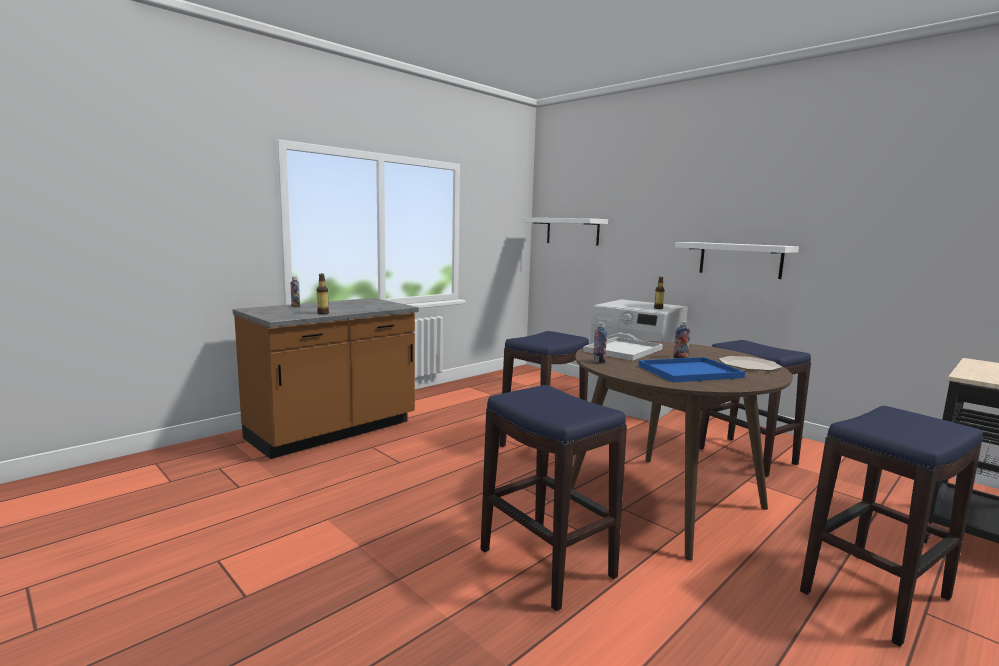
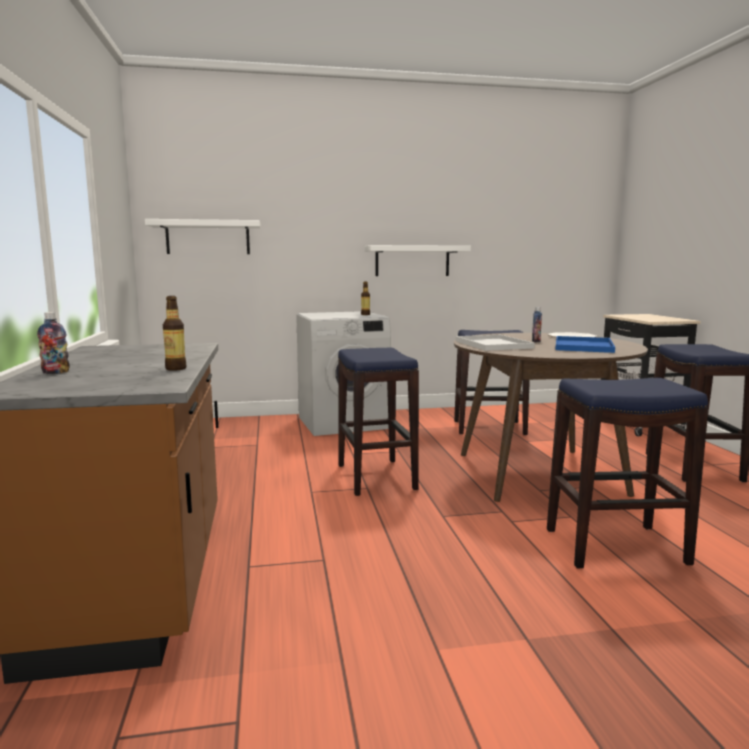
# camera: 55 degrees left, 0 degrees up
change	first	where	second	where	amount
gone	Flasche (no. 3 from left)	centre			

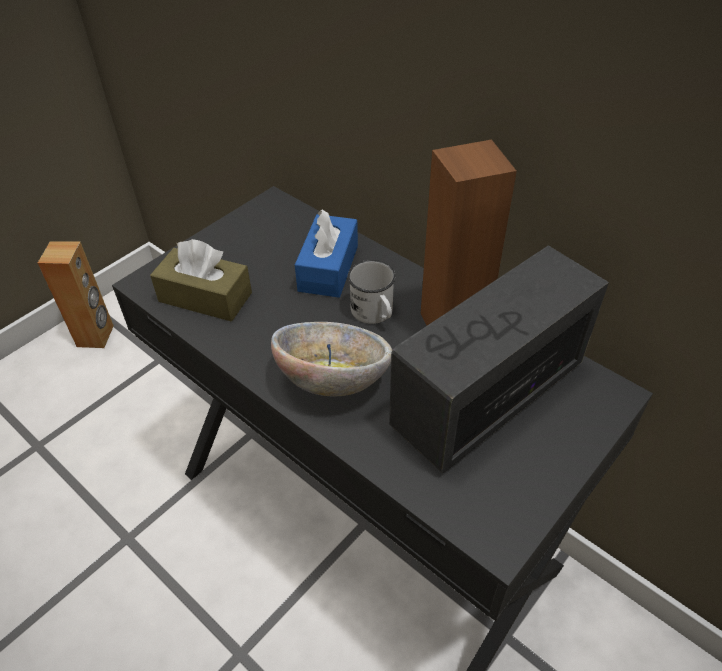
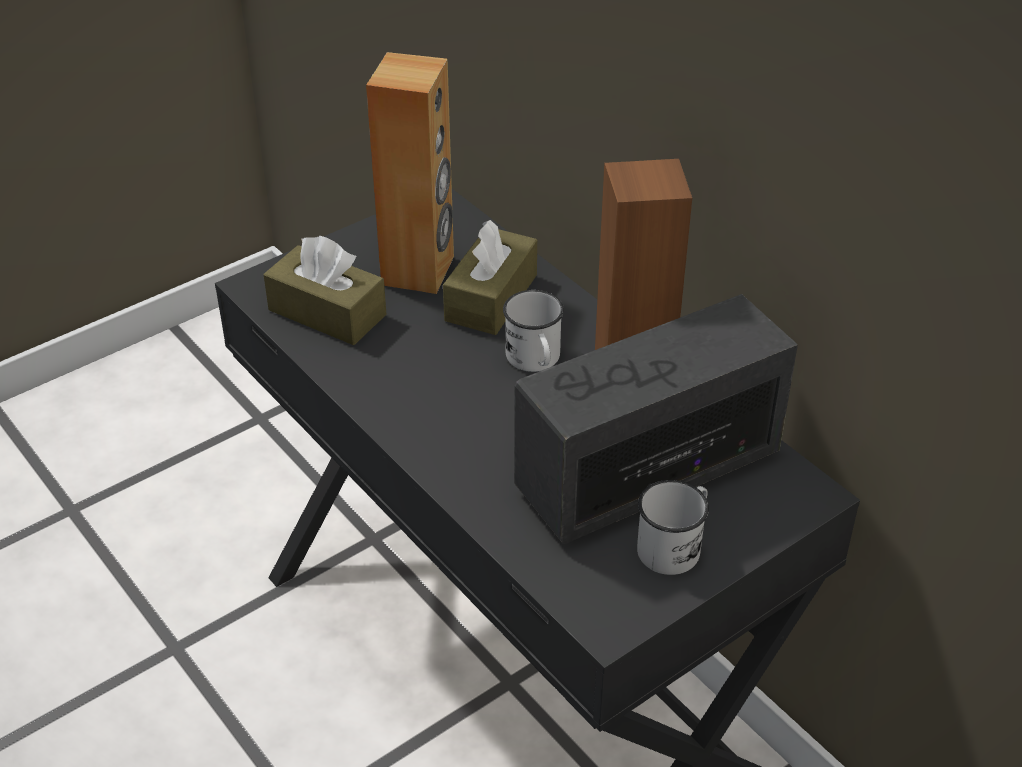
# camera: 10 degrees right, 5 degrees down
change	first	where	second	where	amount
gone	Schüssel	centre			
new			Henkelbecher (weiß) (no. 2 from left)	bottom centre	
shifted	Lautsprecher (braun) (no. 1 from left)	middle left		top centre	
repainted	Taschentuchbox (blau)	centre	Taschentuchbox (braun) (no. 2 from left)	centre	

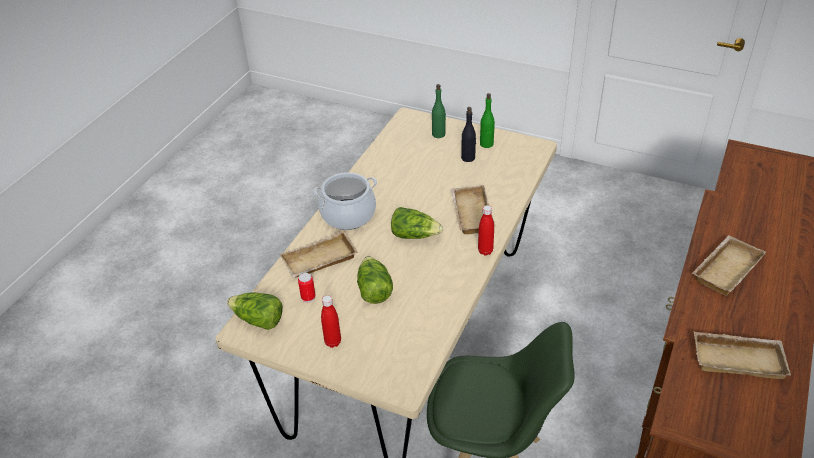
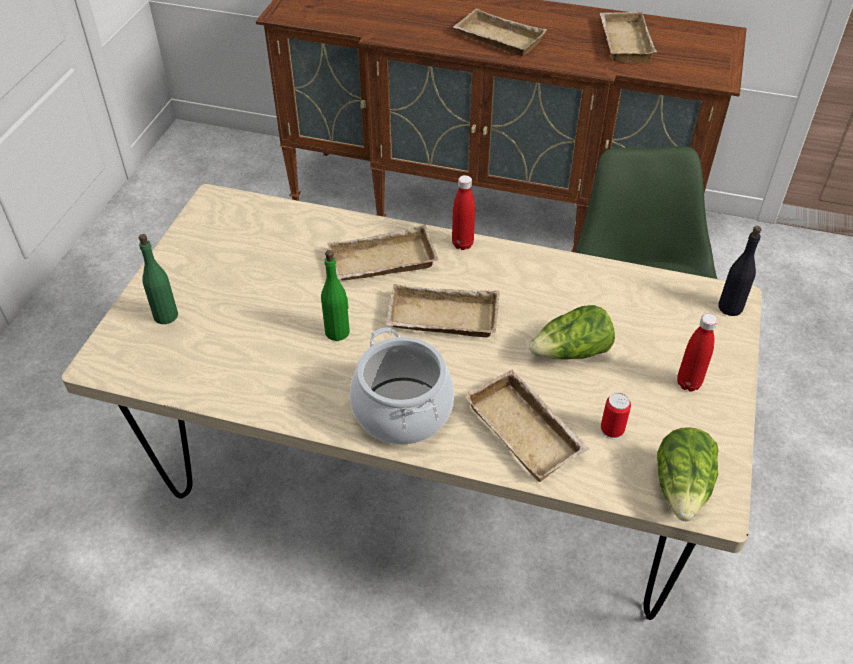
# camera: 100 degrees left, 5 degrees up
change	first	where	second	where	amount
shifted	Flasche (schwarz)	top centre		middle right	
shifted	Flasche (grün) (no. 2 from left)	top centre		centre	
swapped	Salatkopf (no. 3 from left)	centre	Tablett (beige) (no. 2 from left)	centre	

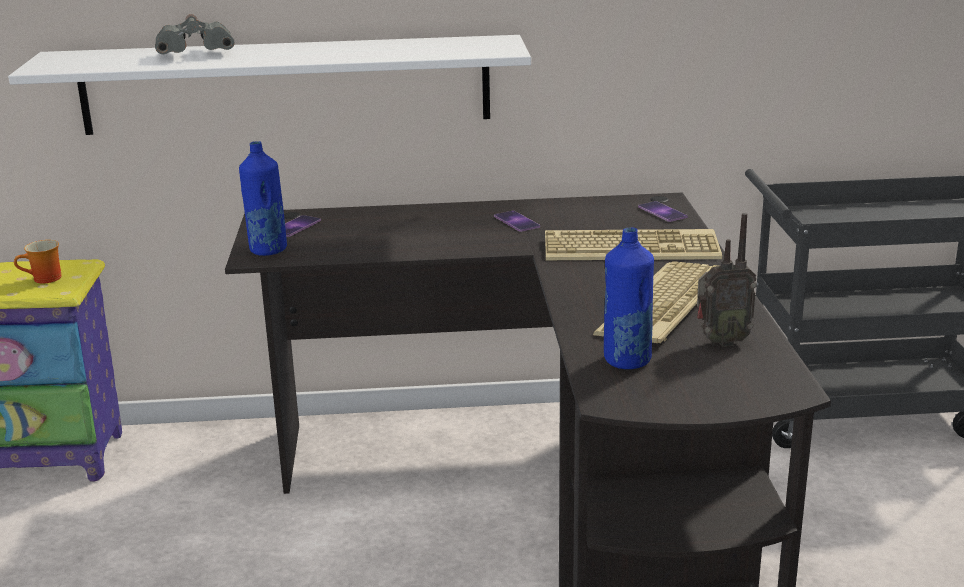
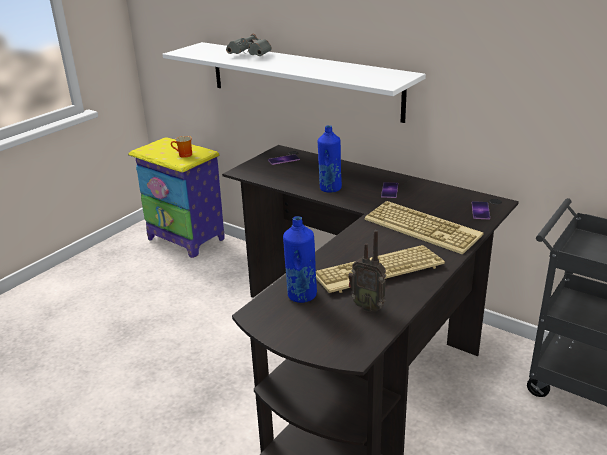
# camera: 40 degrees right, 5 degrees up
change	first	where	second	where	amount
shifted	Flasche (blau) (no. 1 from left in the first image)	middle left	Flasche (blau) (no. 2 from left)	centre	

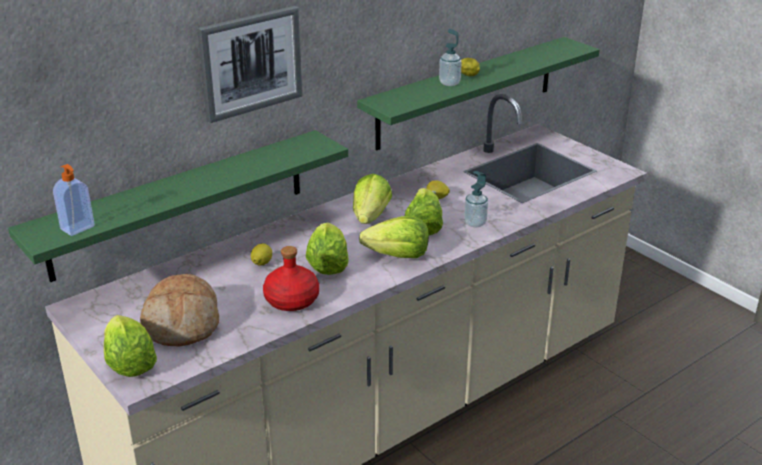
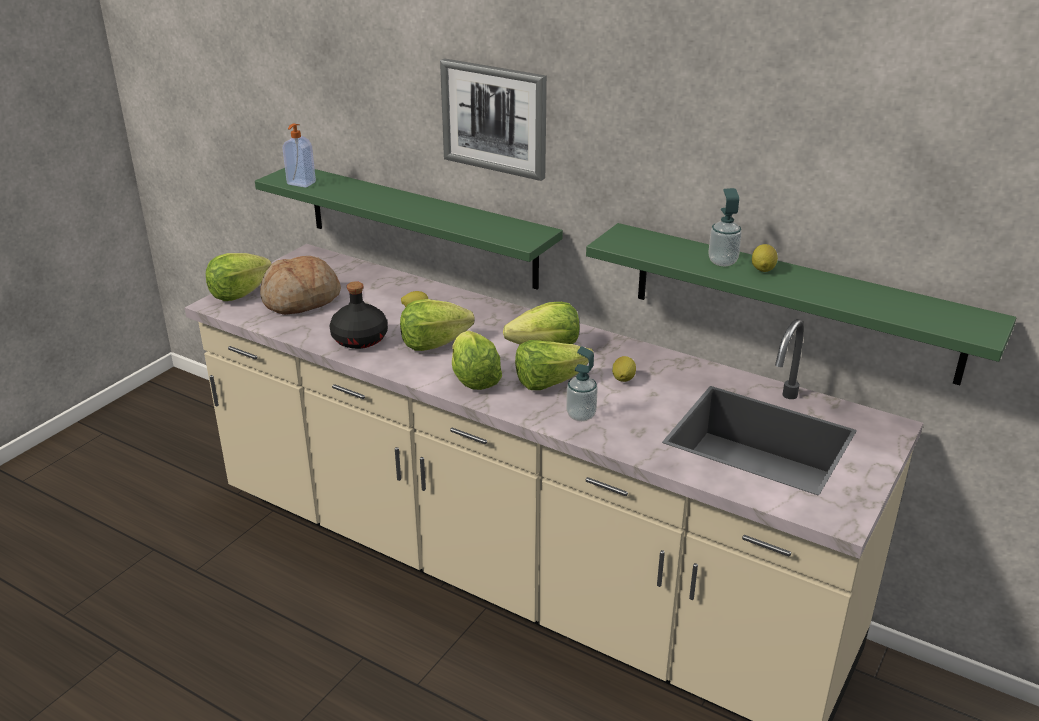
# camera: 70 degrees right, 0 degrees up
change	first	where	second	where	amount
repainted	Flasche (rot)	centre	Flasche (schwarz)	centre	

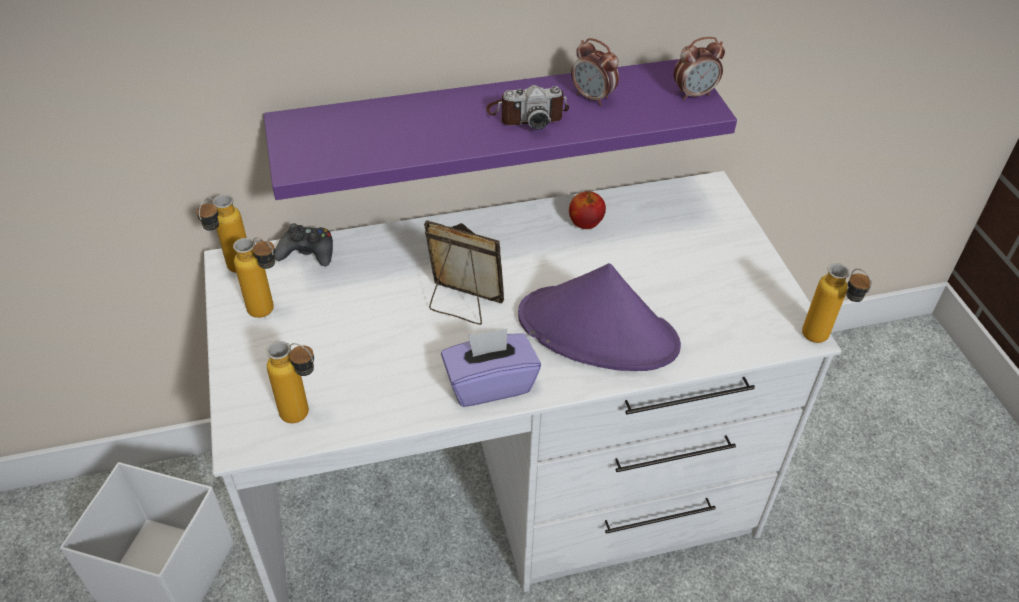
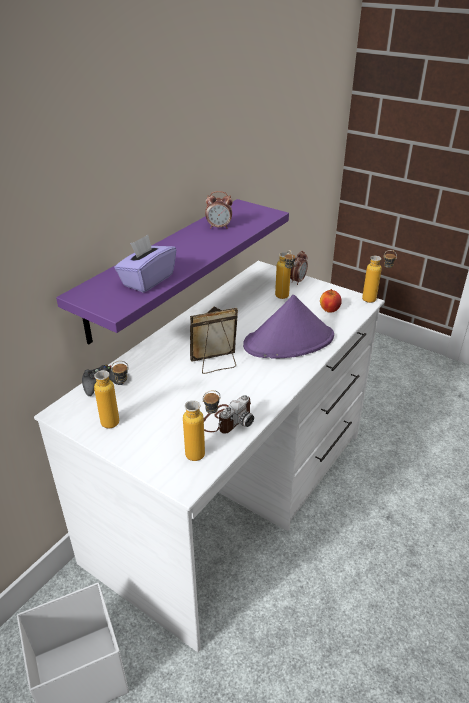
# camera: 40 degrees left, 10 degrees down
change	first	where	second	where	amount
shifted	Flasche (no. 1 from left in the first image)	middle left	Flasche (no. 3 from left)	centre	
shifted	Taschentuchbox (lila)	centre		middle left	
shifted	Kamera	top centre		centre	
shifted	Apfel	centre		middle right	
shifted	Wecker (no. 2 from left)	top right		centre	

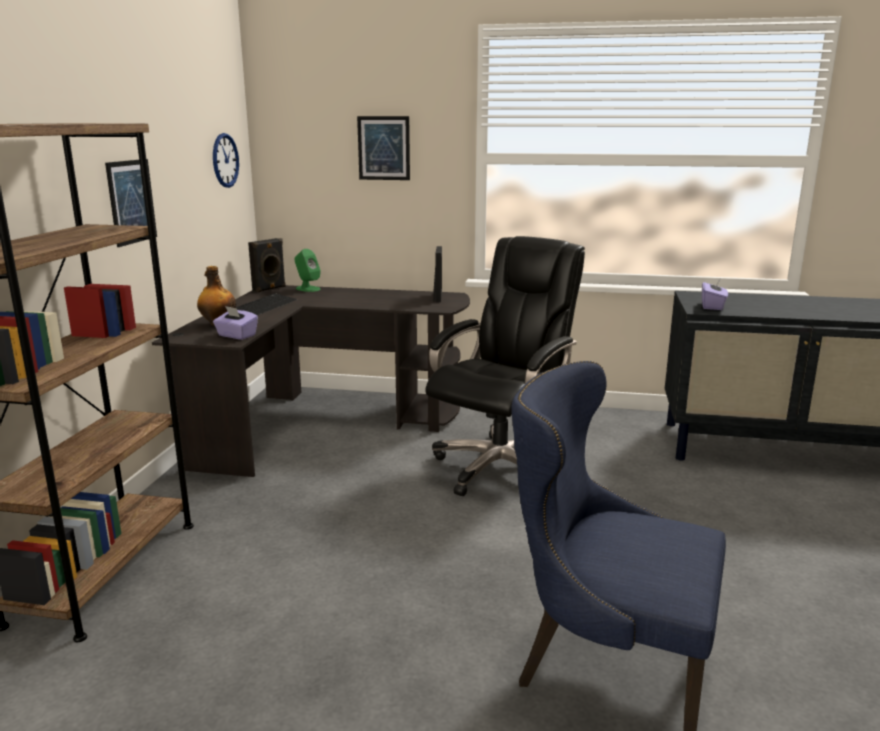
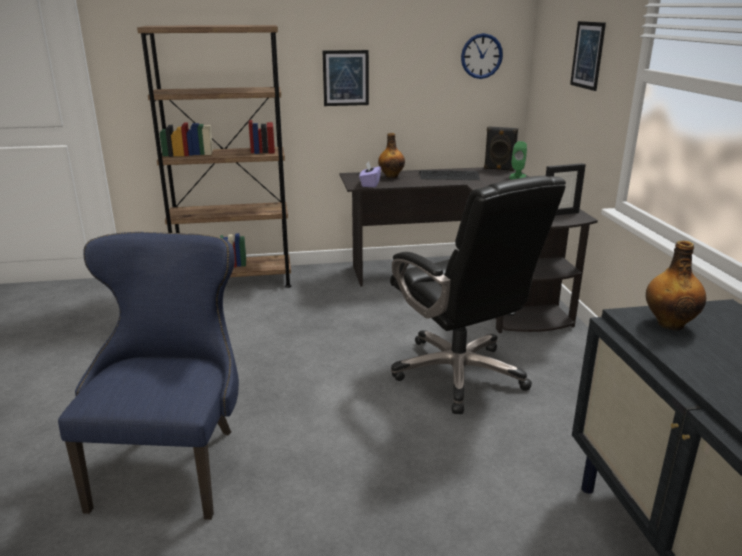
# camera: 70 degrees right, 5 degrees up
change	first	where	second	where	amount
swapped	Taschentuchbox (lila) (no. 2 from left)	middle right	Flasche (no. 2 from left)	middle right	
rotated	Bürostuhl (schwarz)	centre		centre	45 degrees clockwise

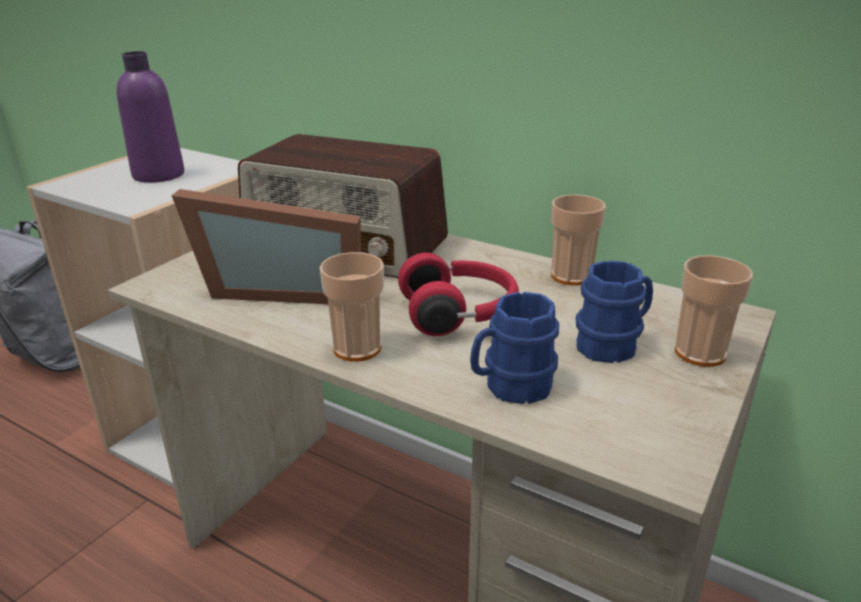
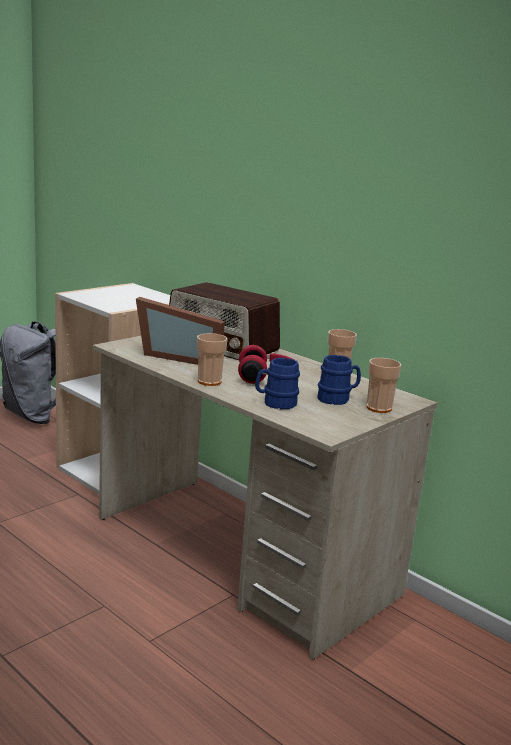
# camera: 10 degrees right, 10 degrees down
change	first	where	second	where	amount
gone	Flasche (lila)	top left			

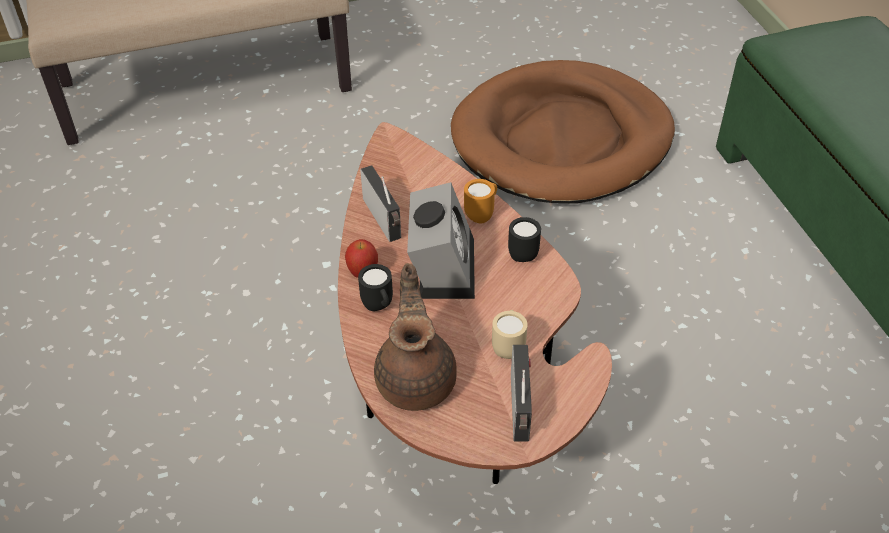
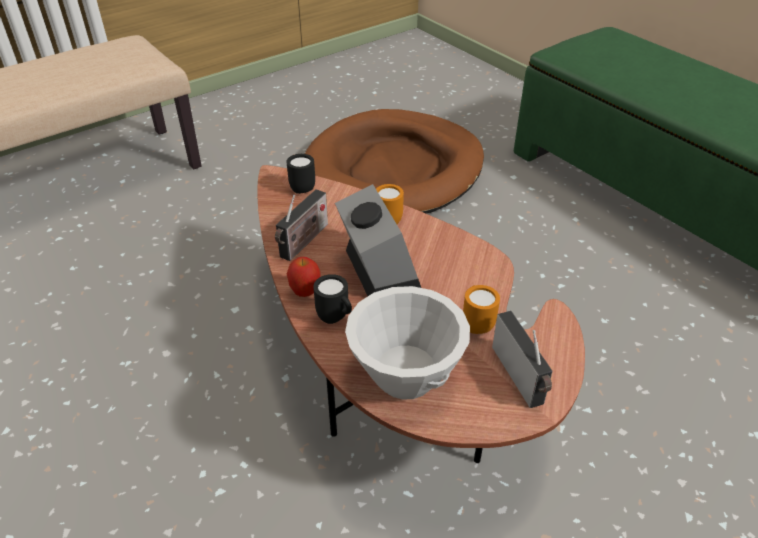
# camera: 20 degrees left, 5 degrees down
change	first	where	second	where	amount
shifted	Henkelbecher (schwarz) (no. 2 from left in the first image)	centre	Henkelbecher (schwarz) (no. 1 from left)	top centre	
swapped	Teekanne (braun)	centre	Schüssel (weiß)	centre	
repainted	Henkelbecher (beige)	centre	Henkelbecher (orange) (no. 2 from left)	centre	
rotated	Radio (no. 1 from left)	centre		centre	75 degrees clockwise

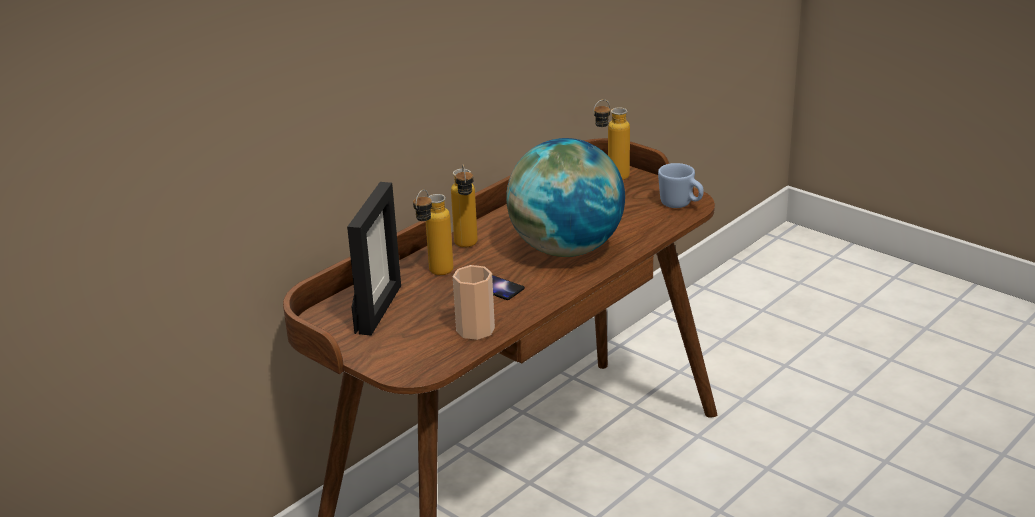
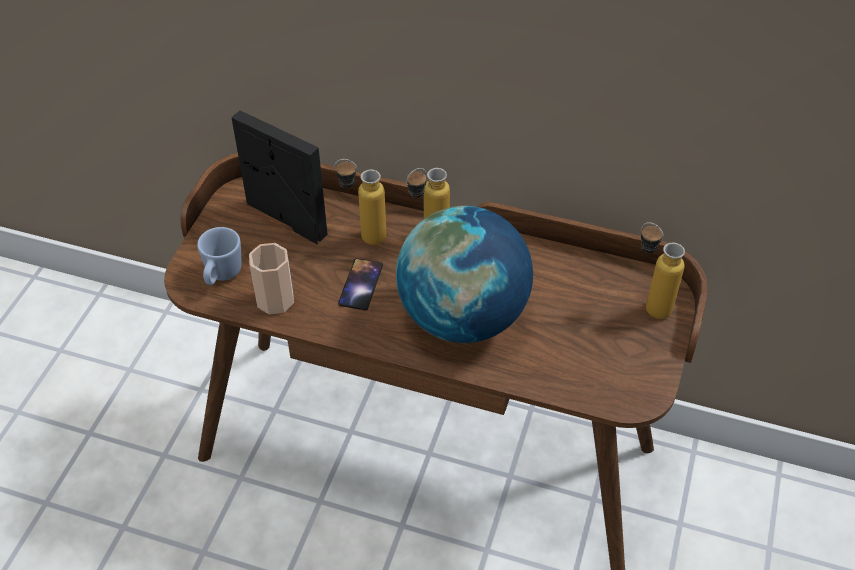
# camera: 65 degrees right, 20 degrees up
change	first	where	second	where	amount
shifted	Henkelbecher (blau)	centre		middle left	
rotated	Bilderrahmen	centre		top left	135 degrees counterclockwise

